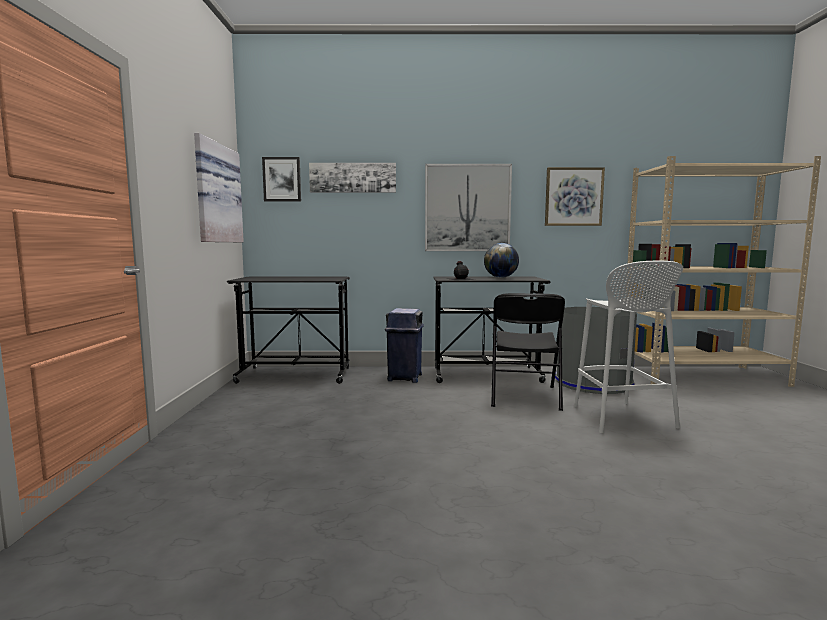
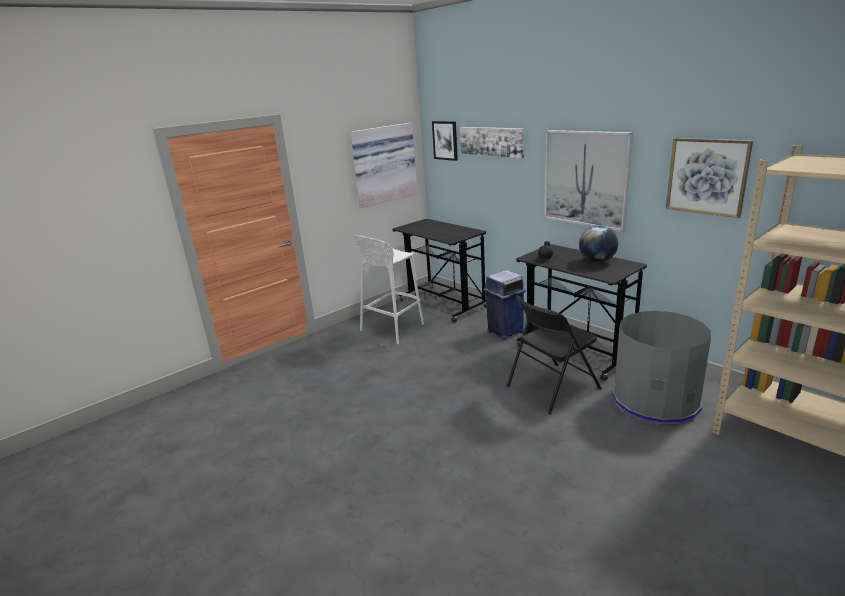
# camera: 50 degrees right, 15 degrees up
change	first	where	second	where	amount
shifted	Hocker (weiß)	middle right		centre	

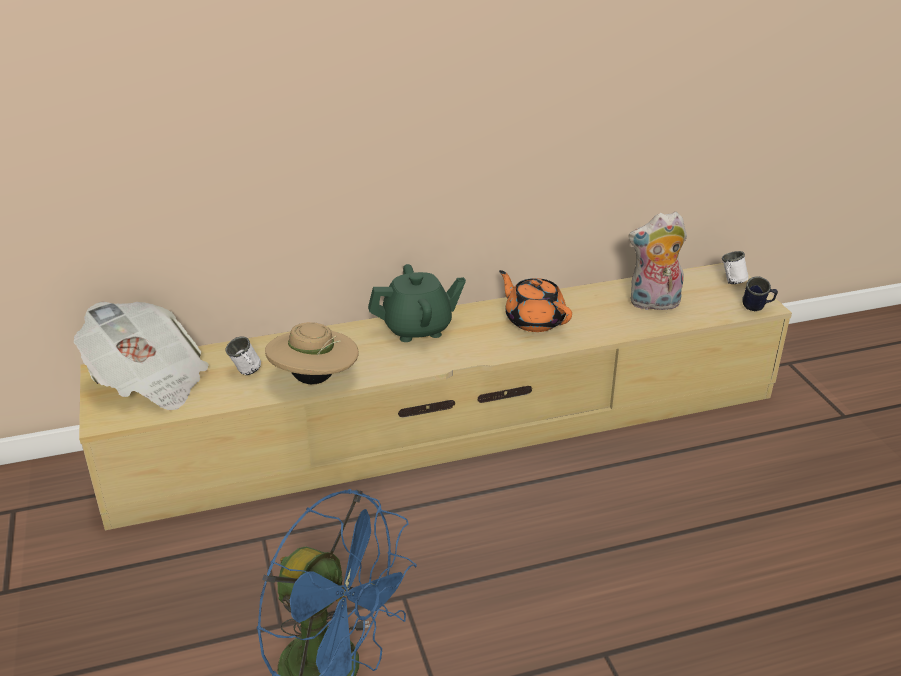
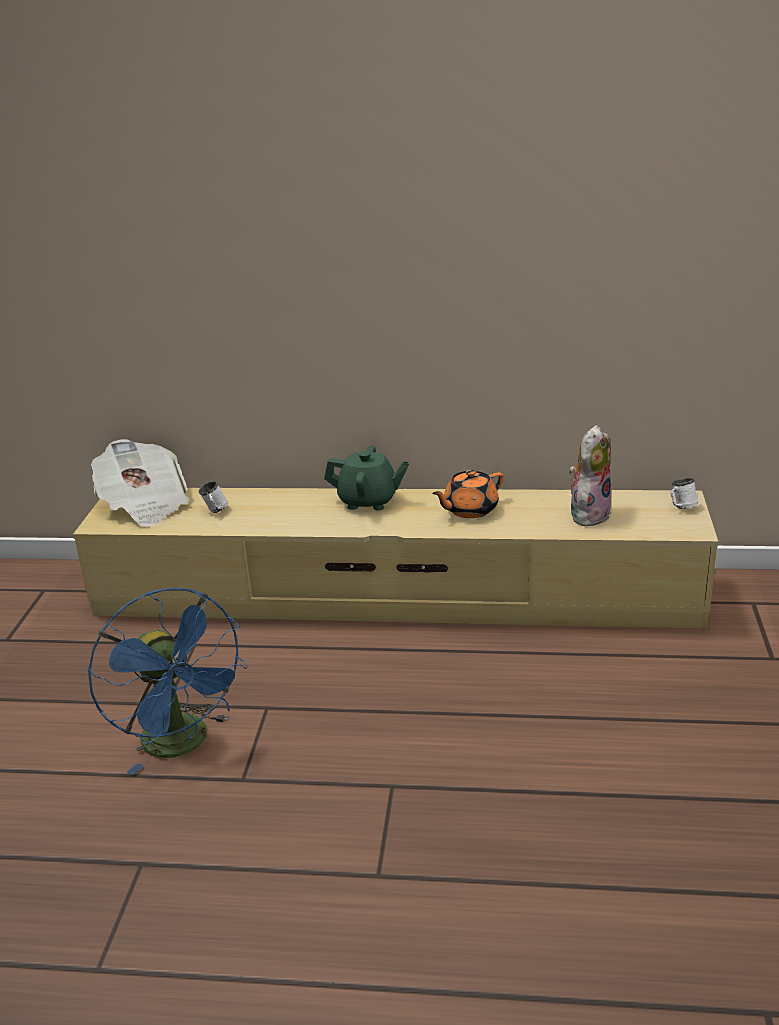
# camera: 25 degrees right, 5 degrees down
change	first	where	second	where	amount
gone	Hut (beige)	centre			
gone	Henkelbecher (blau)	middle right			
rotated	Teekanne (orange)	centre		centre	105 degrees counterclockwise
rotated	Plüschtier	middle right		middle right	105 degrees clockwise

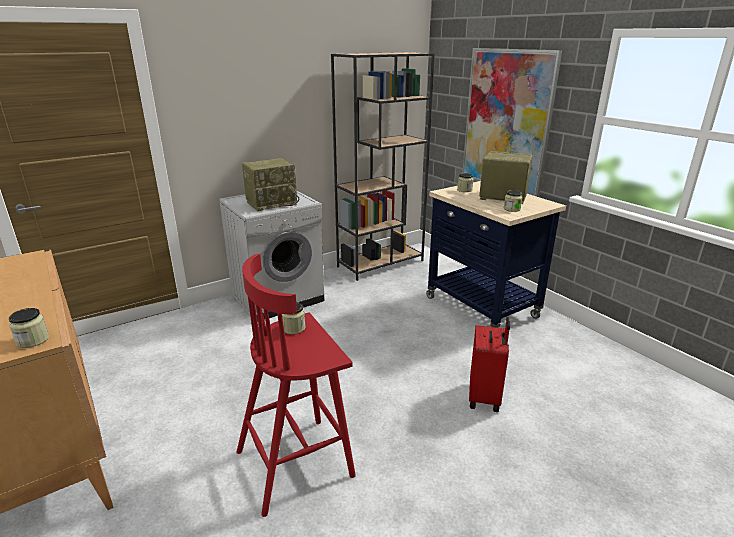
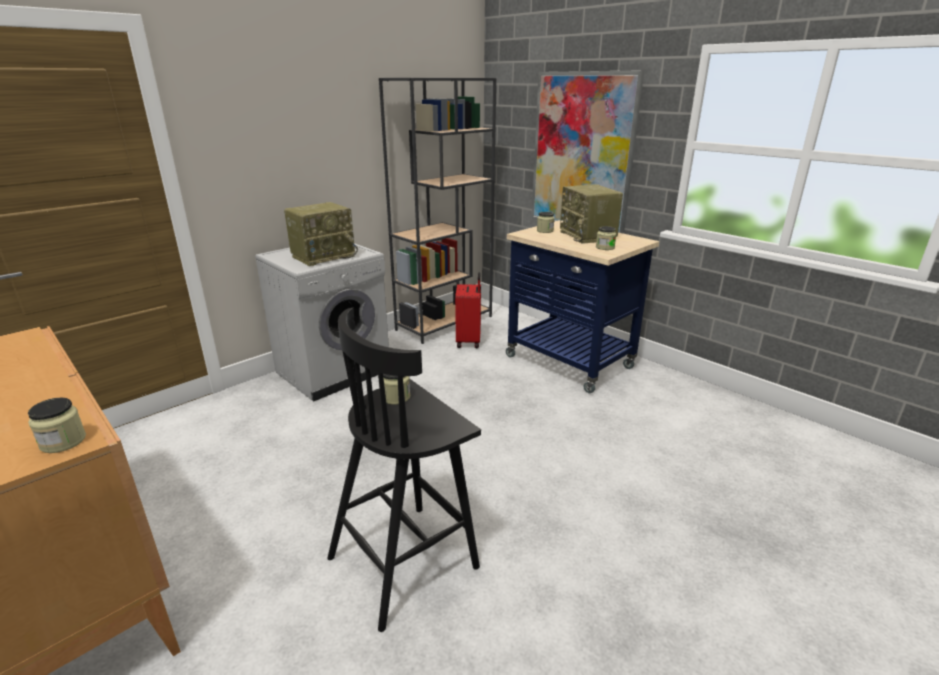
# camera: 10 degrees left, 0 degrees up
change	first	where	second	where	amount
shifted	Koffer (rot)	bottom centre		centre	
repainted	Hocker (rot)	bottom centre	Hocker (schwarz)	bottom centre	
rotated	Radio (no. 2 from left)	top right		top centre	120 degrees counterclockwise

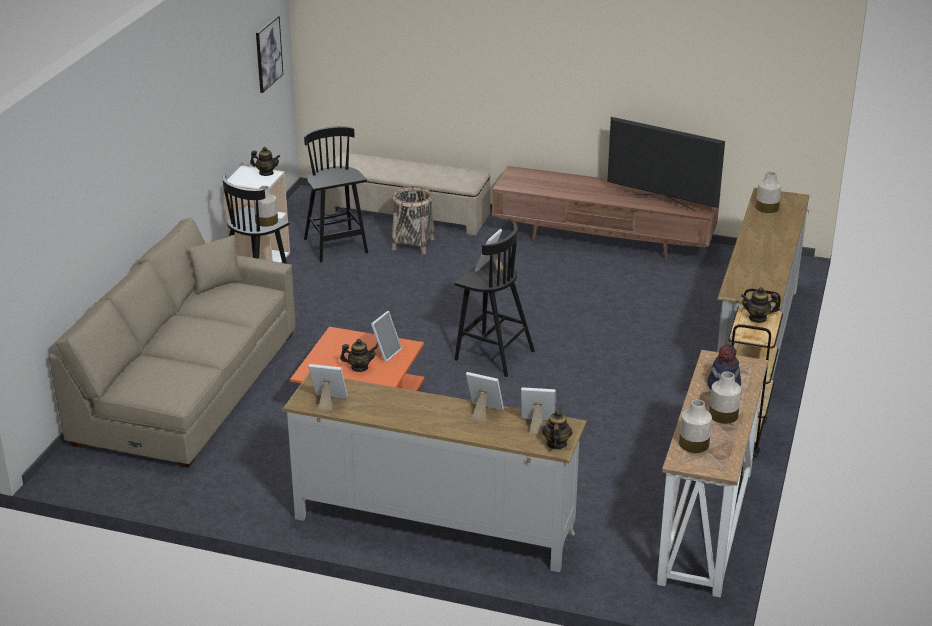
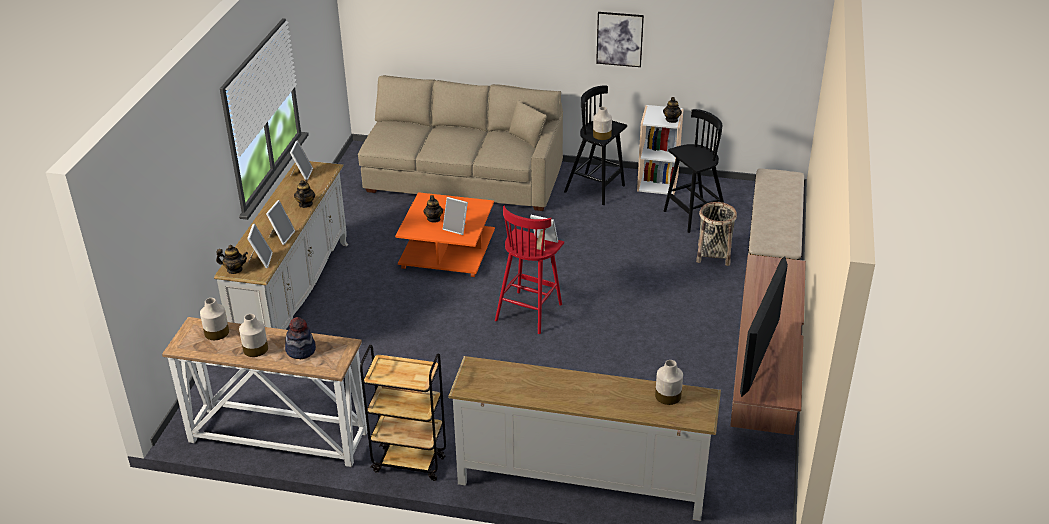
# camera: 85 degrees right, 5 degrees up
change	first	where	second	where	amount
shifted	Bild	top left		top centre	
shifted	Teekanne (no. 4 from left in the first image)	middle right	Teekanne (no. 2 from left)	middle left	
repainted	Hocker (schwarz) (no. 3 from left)	centre	Hocker (rot)	centre	

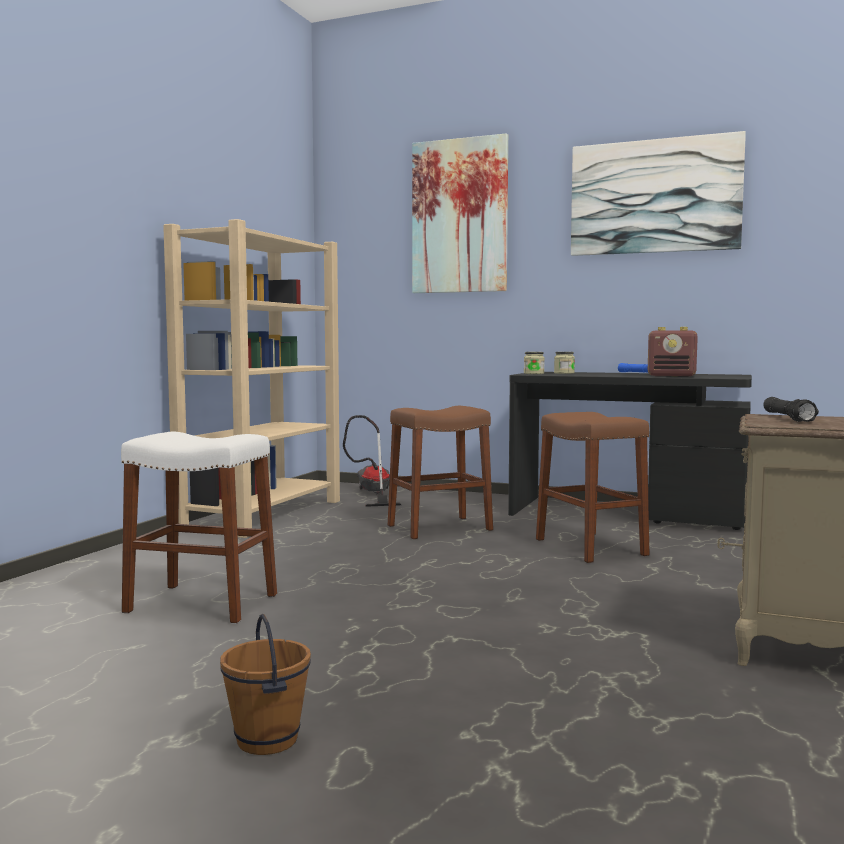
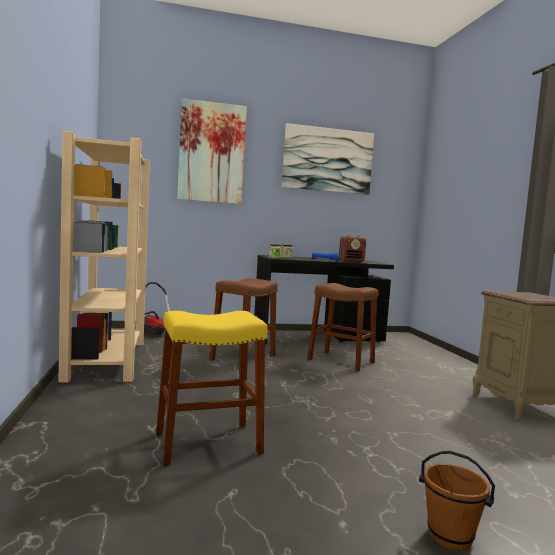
# camera: 35 degrees left, 0 degrees up
change	first	where	second	where	amount
gone	Taschenlampe (schwarz)	middle right			
repainted	Hocker (weiß)	middle left	Hocker (gelb)	bottom centre	

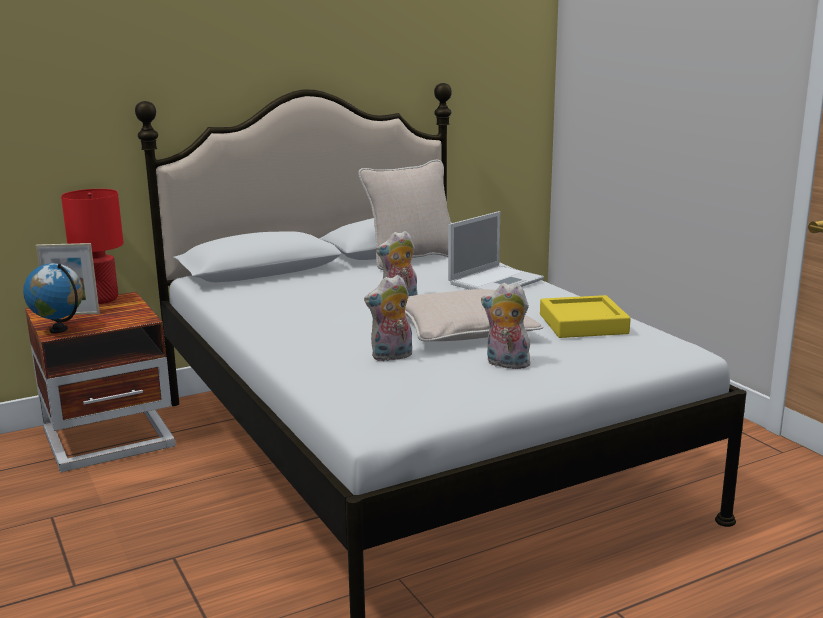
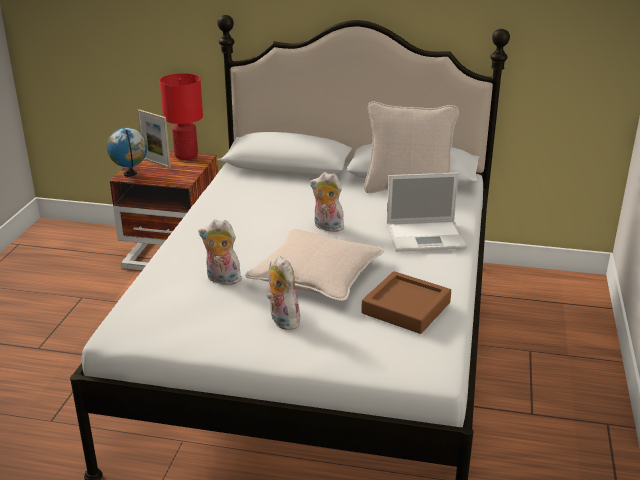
# camera: 40 degrees right, 10 degrees up
change	first	where	second	where	amount
repainted	Tablett (gelb)	middle right	Tablett (braun)	centre	

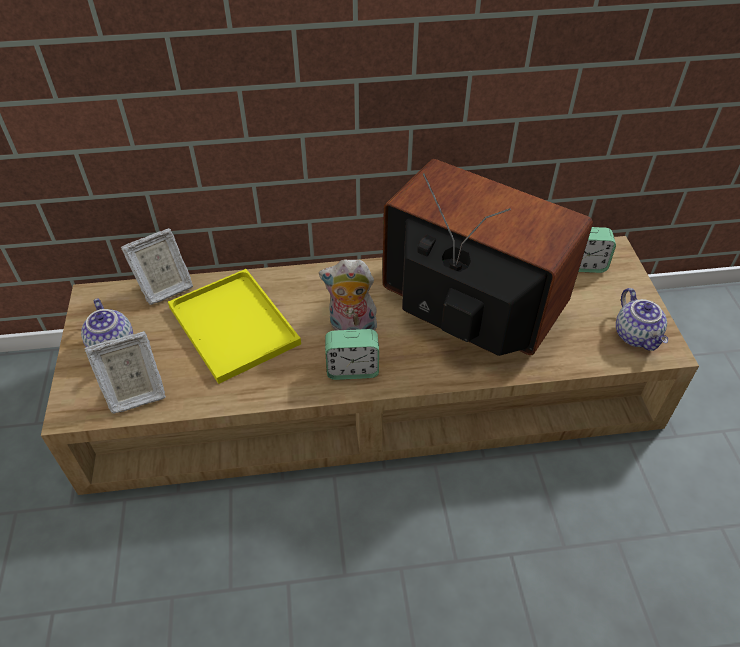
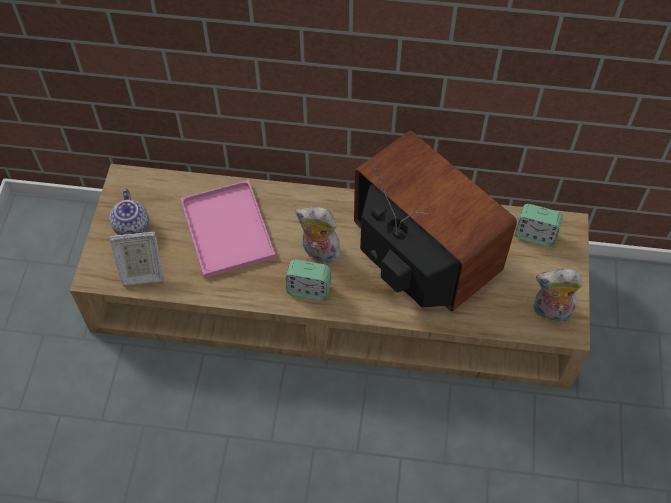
# camera: 15 degrees right, 10 degrees up
change	first	where	second	where	amount
gone	Bilderrahmen (no. 2 from left)	middle left			
swapped	Teekanne (no. 2 from left)	middle right	Plüschtier (no. 2 from left)	middle right	
repainted	Tablett (gelb)	middle left	Tablett (rosa)	centre	

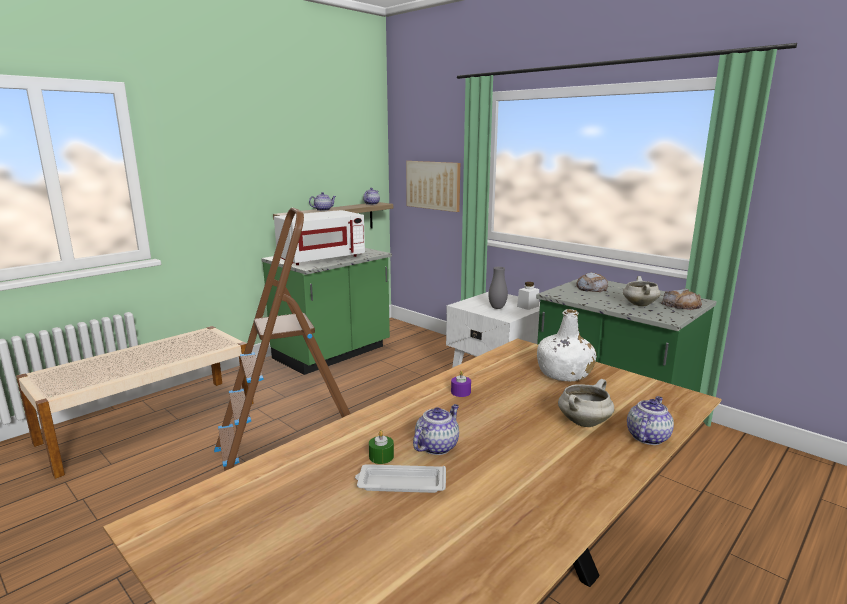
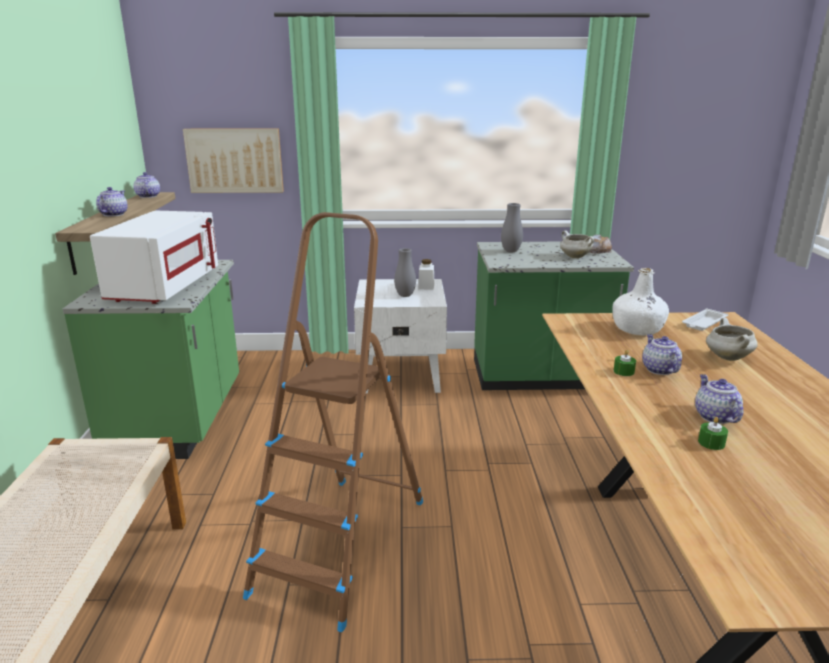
# camera: 45 degrees left, 5 degrees up
change	first	where	second	where	amount
shifted	Tablett (weiß)	bottom centre		middle right	
shifted	Teekanne (no. 4 from left in the first image)	bottom right	Teekanne (no. 3 from left)	middle right	
swapped	Brot (no. 1 from left)	middle right	Vase (grau) (no. 2 from left)	centre	
repainted	Kerze (lila)	centre	Kerze (grün) (no. 1 from left)	middle right	

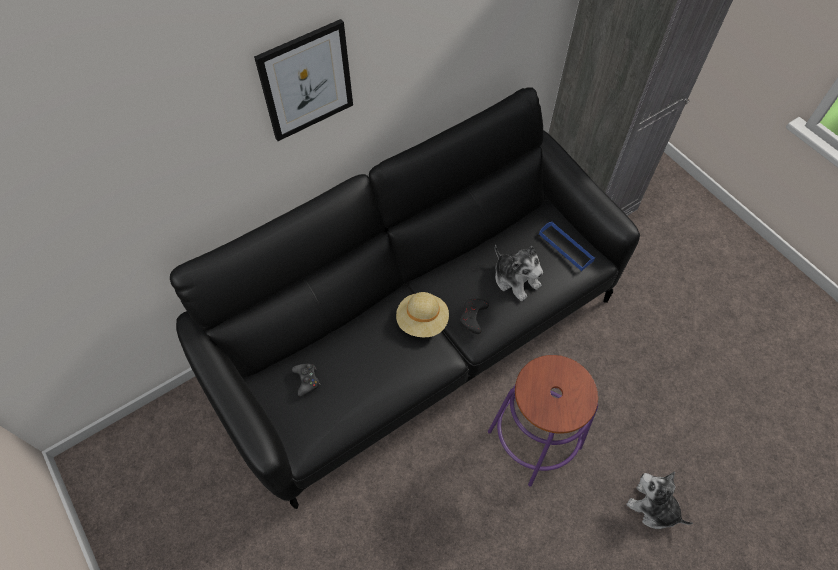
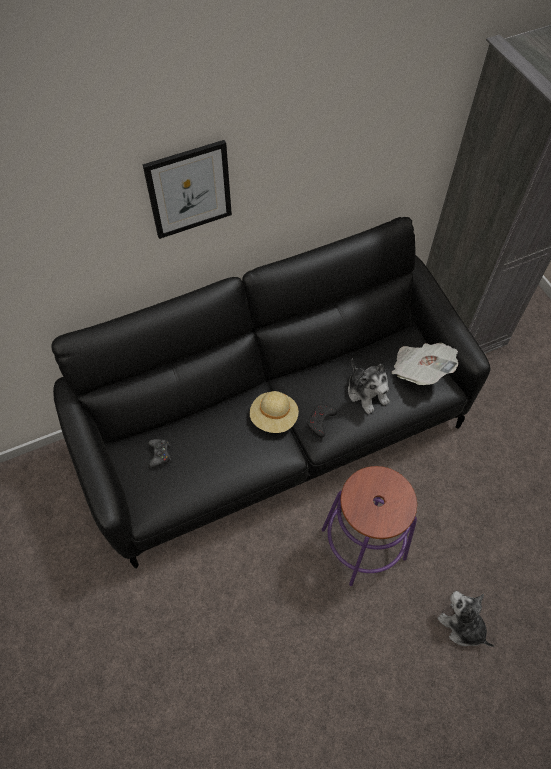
# camera: 10 degrees right, 0 degrees up
change	first	where	second	where	amount
swapped	Tablett (blau)	middle right	Zeitung	middle right	

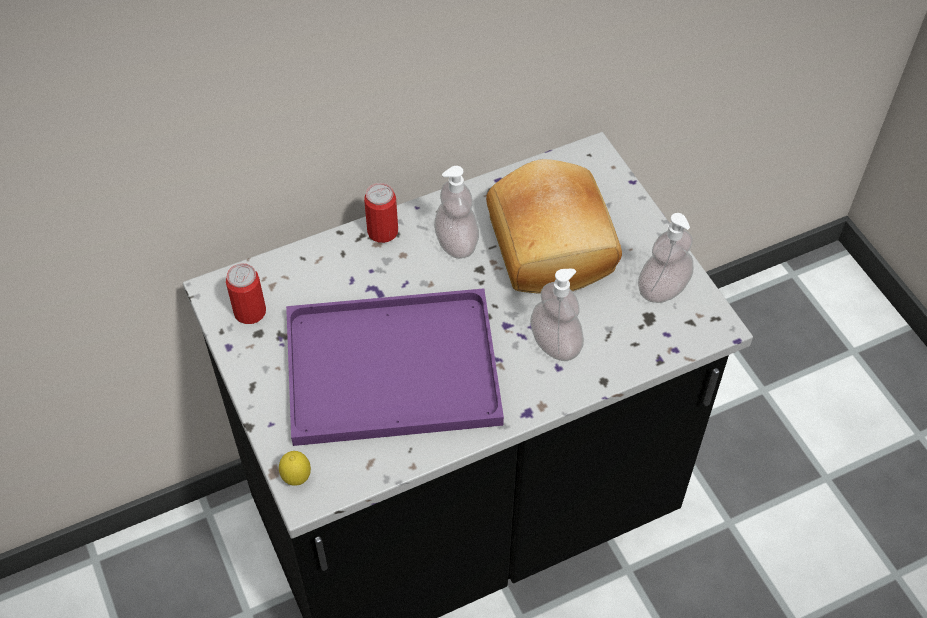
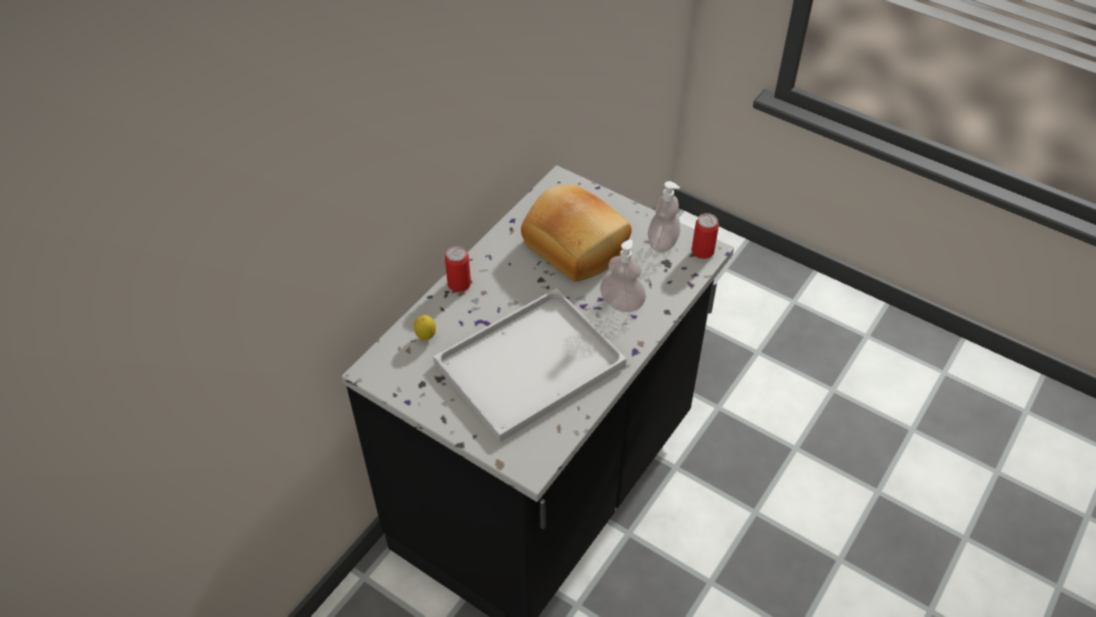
# camera: 30 degrees left, 5 degrees down
change	first	where	second	where	amount
gone	Seifenspender (no. 1 from left)	centre			
shifted	Dose (no. 1 from left in the first image)	middle left	Dose (no. 2 from left)	centre	
shifted	Zitrone	bottom left		centre	
repainted	Tablett (lila)	centre	Tablett (weiß)	centre	

